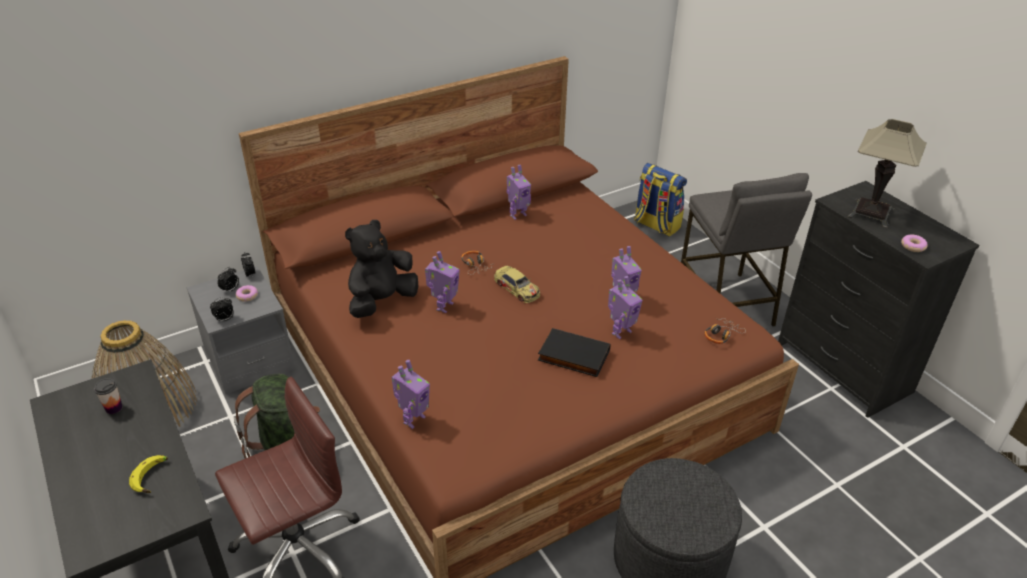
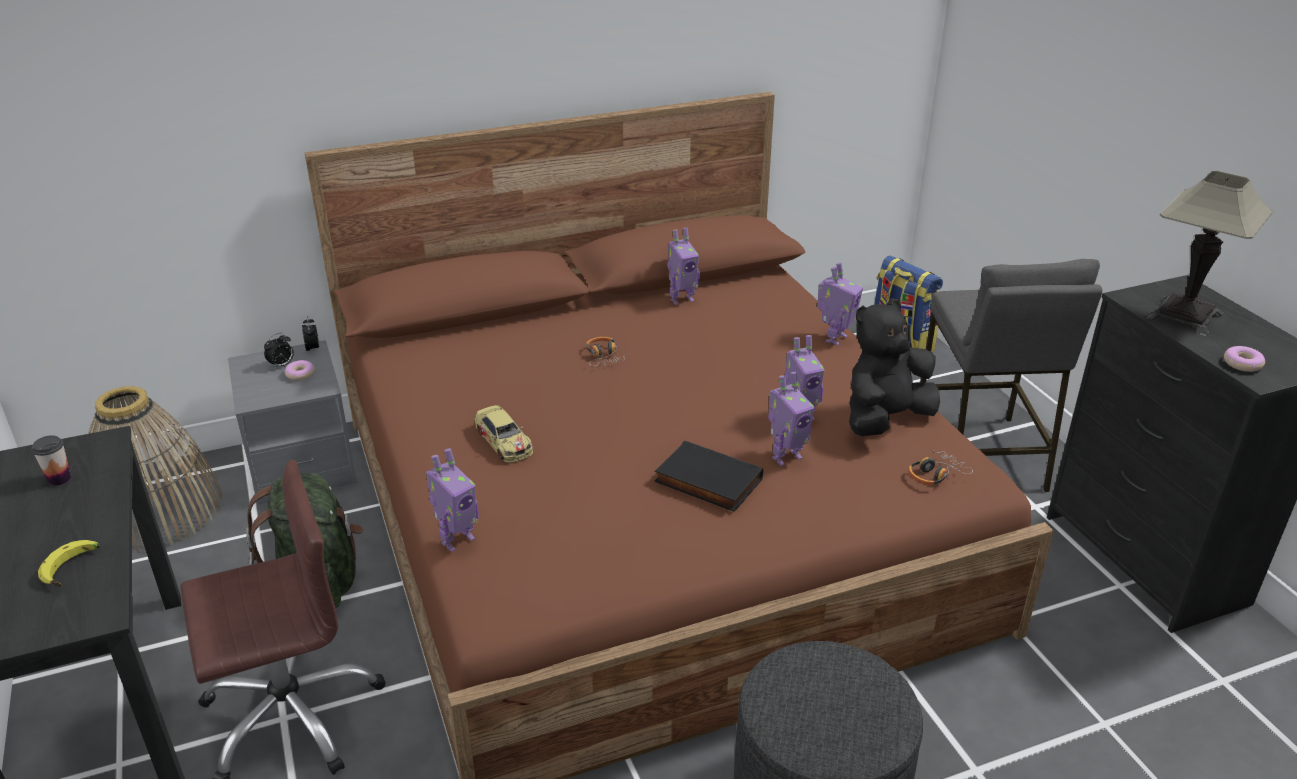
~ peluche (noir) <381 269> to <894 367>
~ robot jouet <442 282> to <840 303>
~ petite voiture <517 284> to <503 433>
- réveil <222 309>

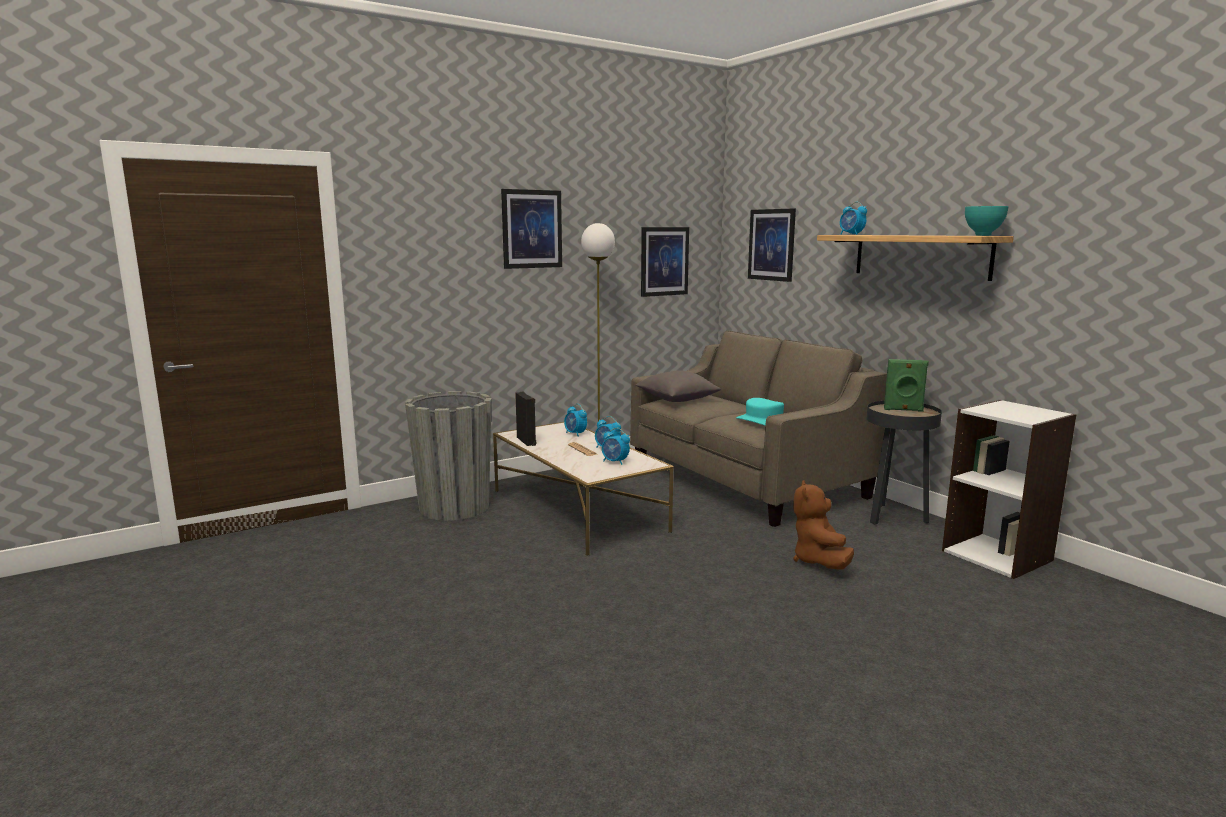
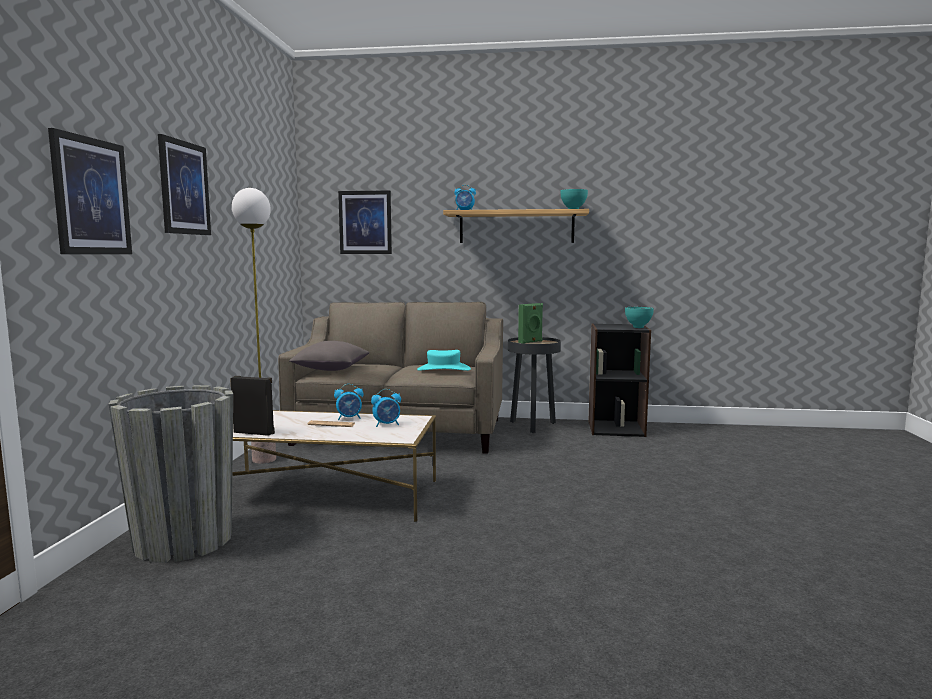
~ tableau <665 262> to <90 191>
~ bibliothèque (blanc) <1009 489> to bibliothèque (noir) <619 380>
- réveil <575 420>
- peluche (marron) <823 525>
+ bol (turquoise) <639 317>

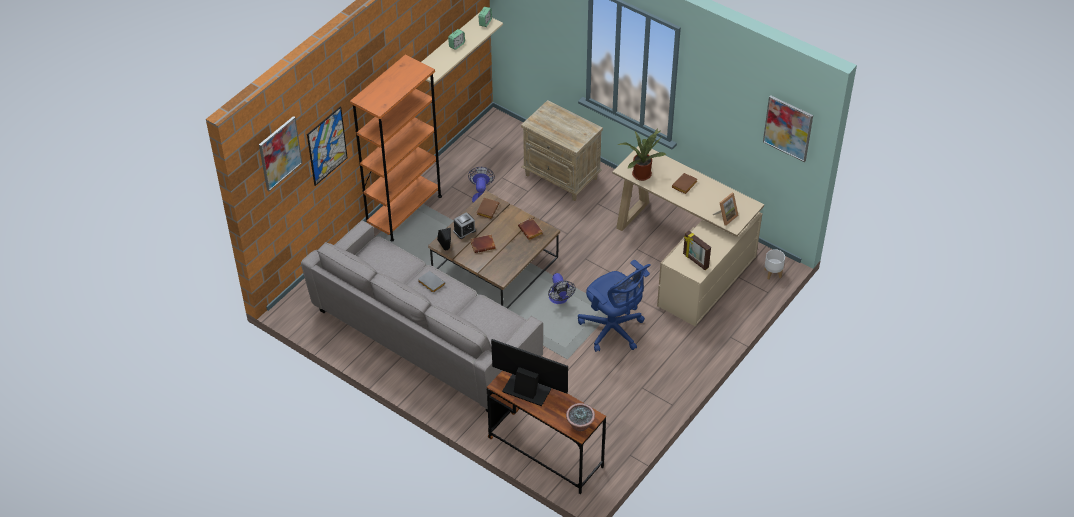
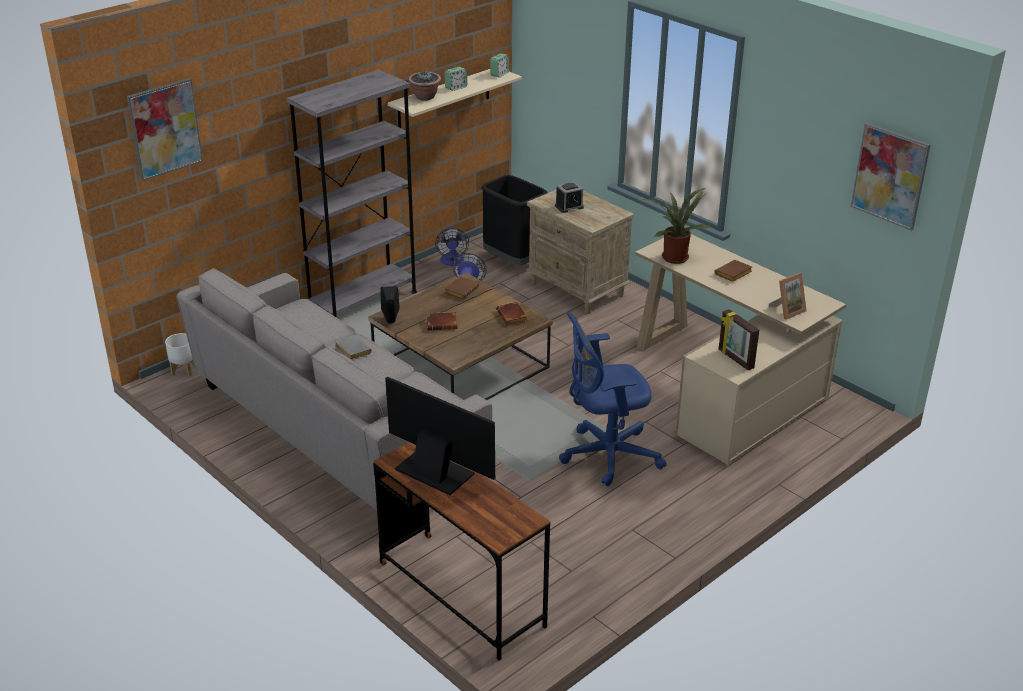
~ bibliothèque (orange) <396 148> to bibliothèque (gris) <351 193>
- tableau <327 146>
~ réveil <464 225> to <569 197>
~ cache-pot (blanc) <774 264> to <180 354>
~ chaise de bureau (bleu) <614 306> = <612 399> 105 degrees clockwise
~ ventilateur <562 288> to <452 246>
~ plante en pot <580 417> to <424 86>
+ poubelle (noir) <514 220>

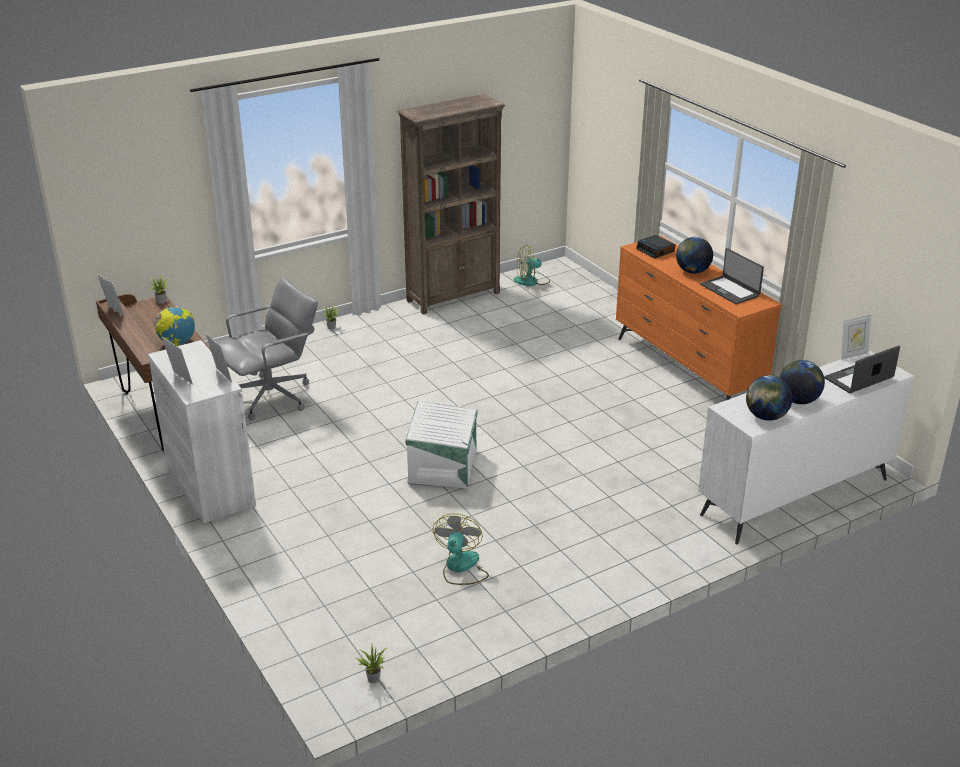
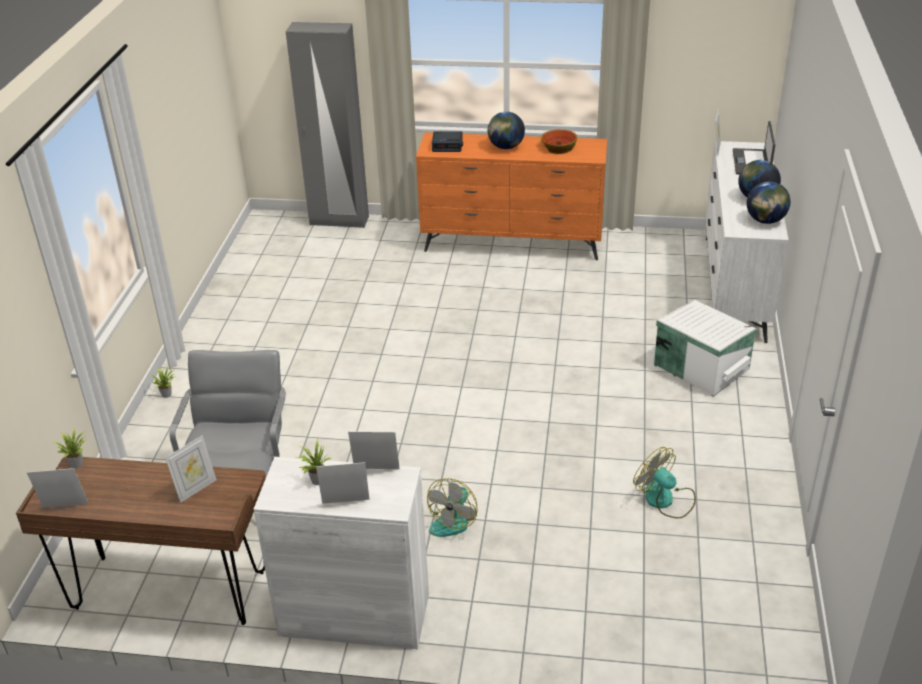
- bibliothèque (marron) <451 204>
~ ventilateur <532 265> to <452 507>
~ ordinateur portable <732 276> to bol <559 141>
~ globe <174 326> to cadre photo <191 469>
~ boîte de rangement (blanc) <441 445> to <705 348>
~ plante en pot <371 663> to <313 462>
+ armoire (gris) <327 125>

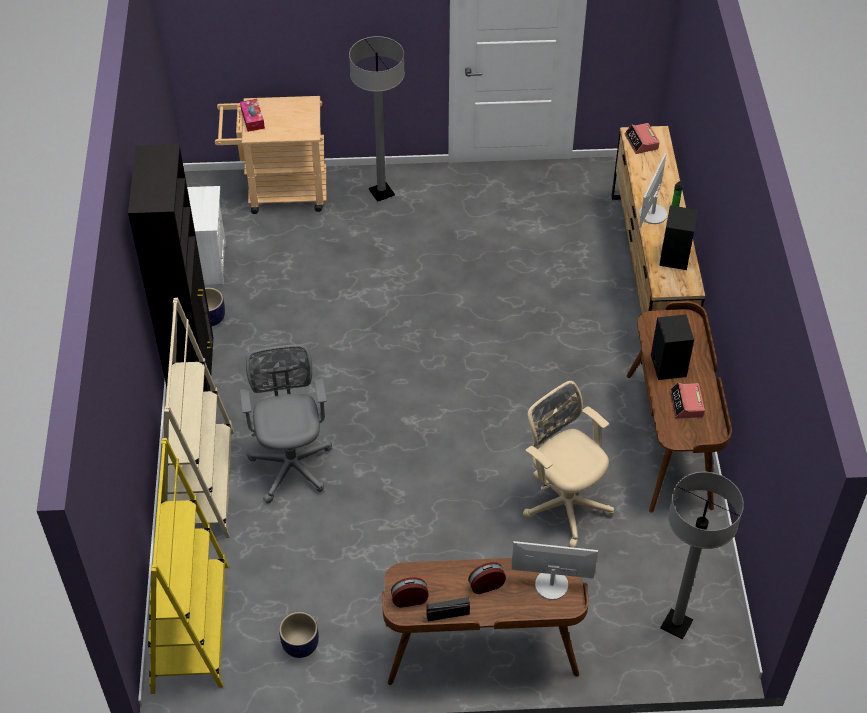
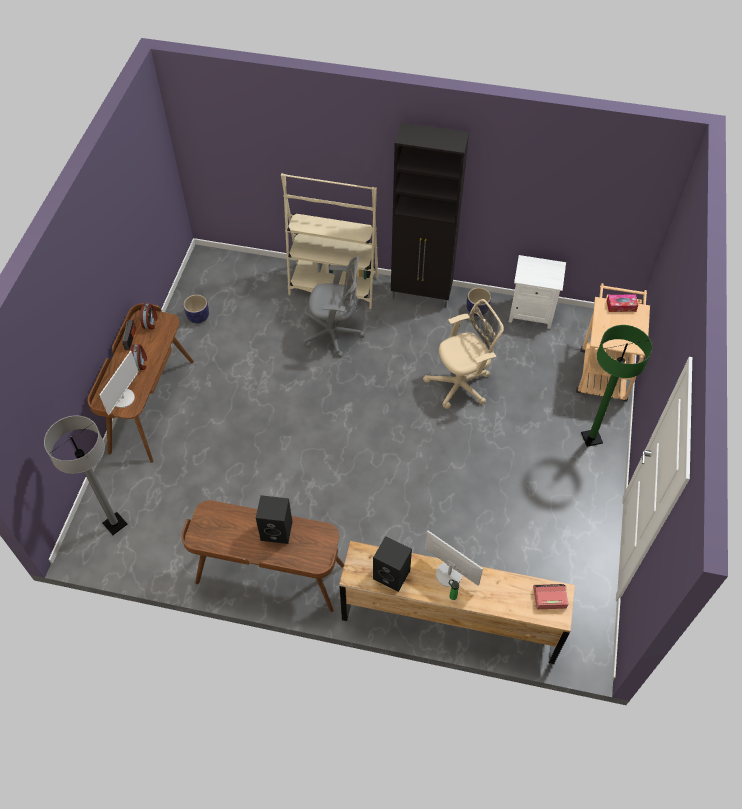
~ lampadaire (gris) <377 119> to lampadaire (vert) <616 386>
~ chaise de bureau (beige) <568 464> to <463 354>
- réveil <687 401>
- bibliothèque (jaune) <188 566>

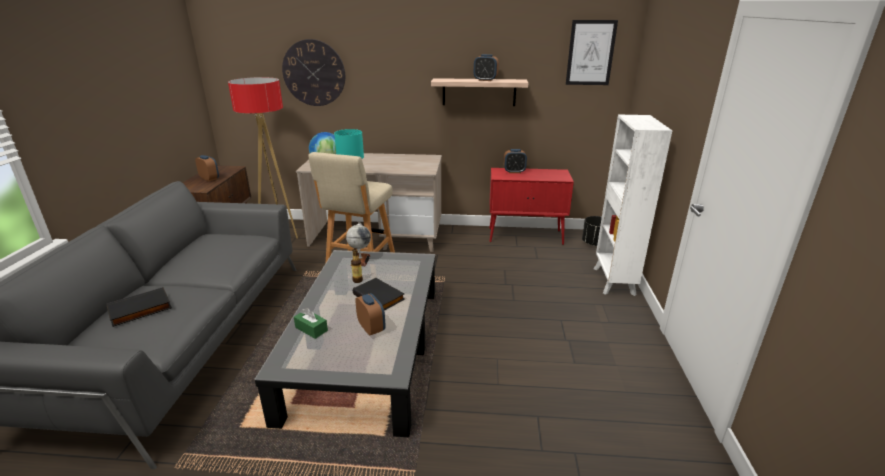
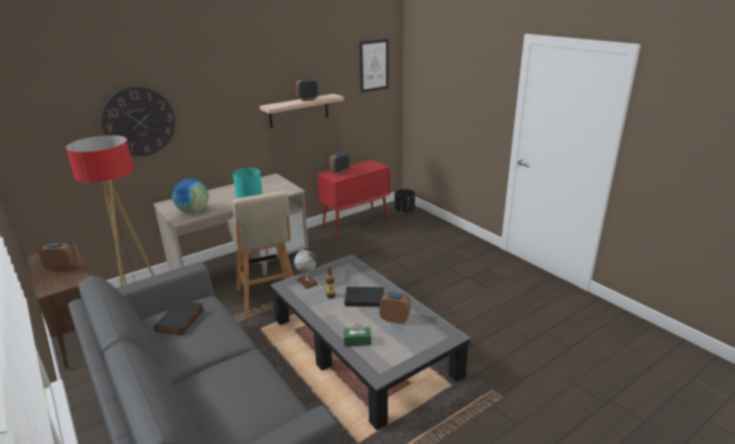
- bibliothèque (blanc) <632 205>
~ livre (noir) <139 307> to <179 317>

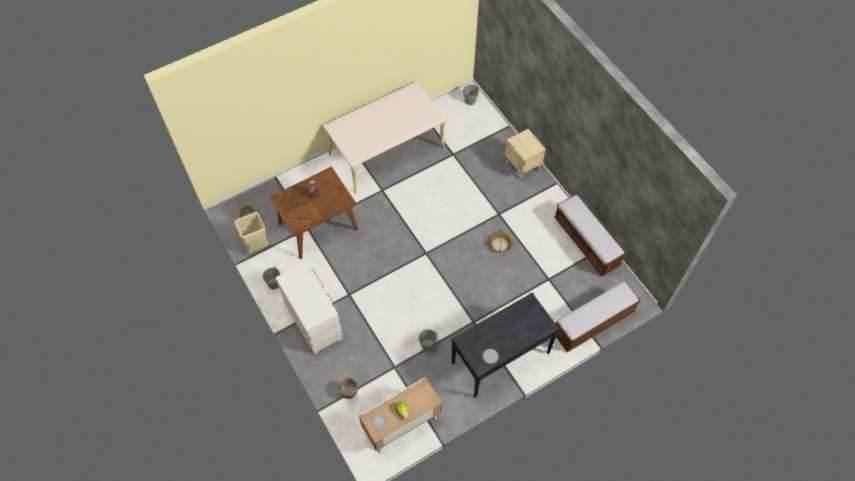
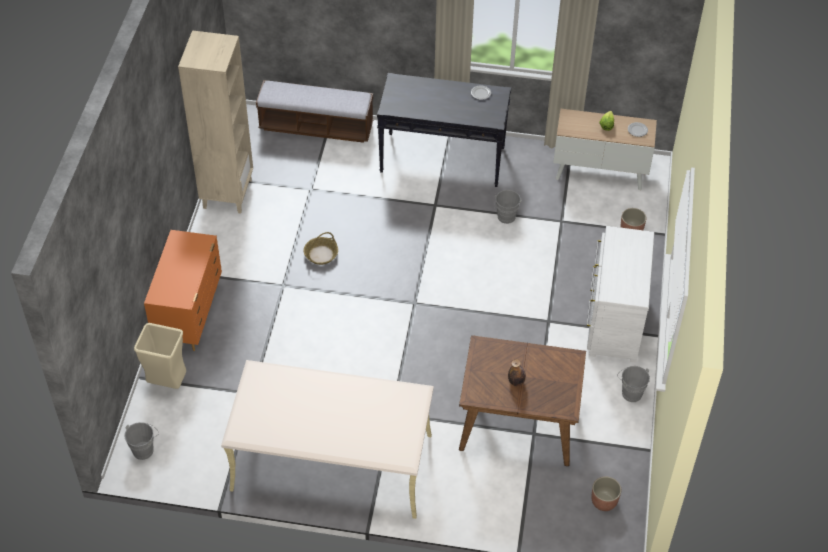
~ table de chevet (beige) <525 155> to commode (orange) <183 290>
~ banc <590 235> to bibliothèque (beige) <215 122>
~ poubelle (beige) <251 232> to <160 356>

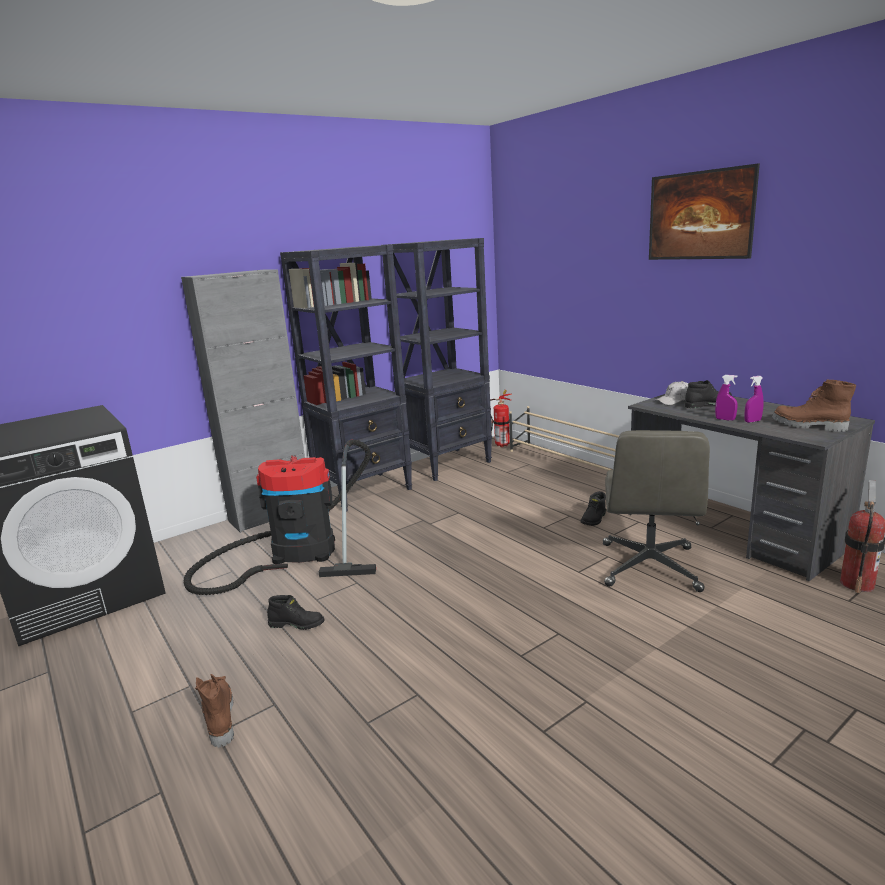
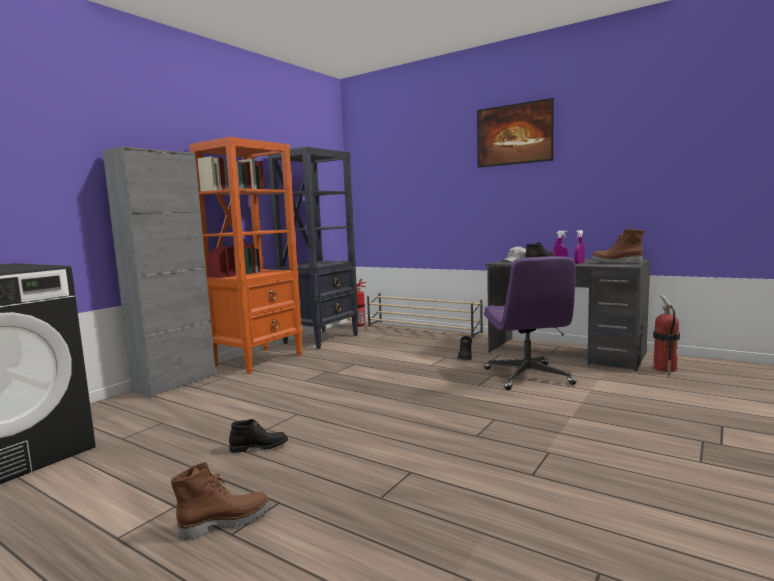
~ bibliothèque (noir) <346 378> to bibliothèque (orange) <245 255>
~ chaise de bureau (gris) <656 511> to chaise de bureau (violet) <530 323>
- aspirateur <280 517>
~ botte (marron) <214 711> = <220 501> 105 degrees clockwise

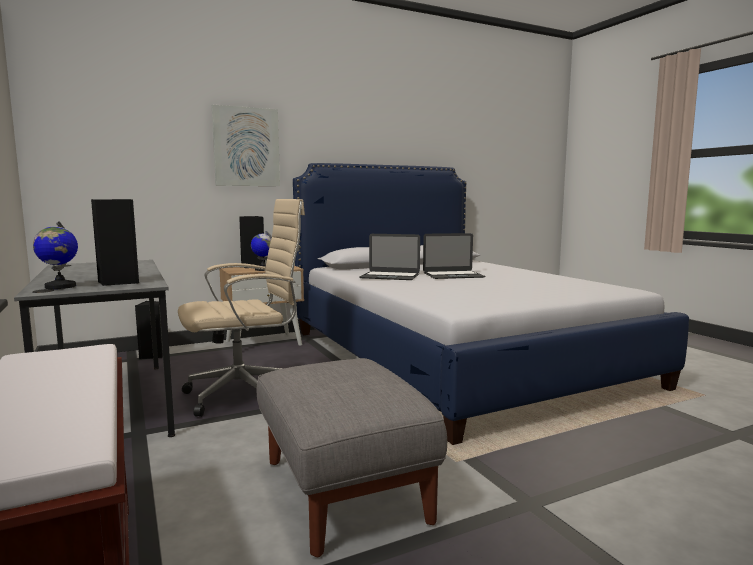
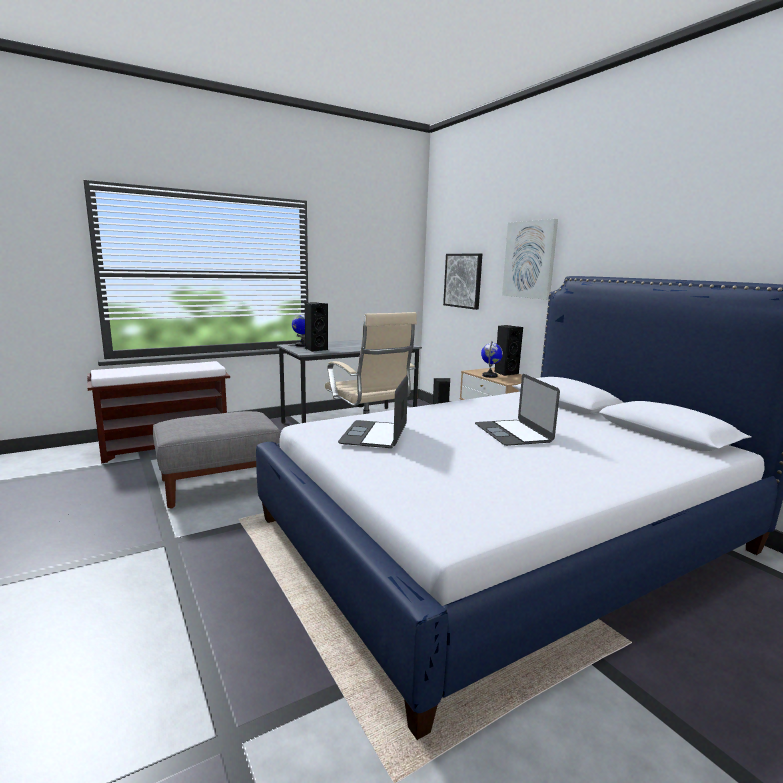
~ ordinateur portable <389 257> to <373 411>
+ tableau <462 281>

